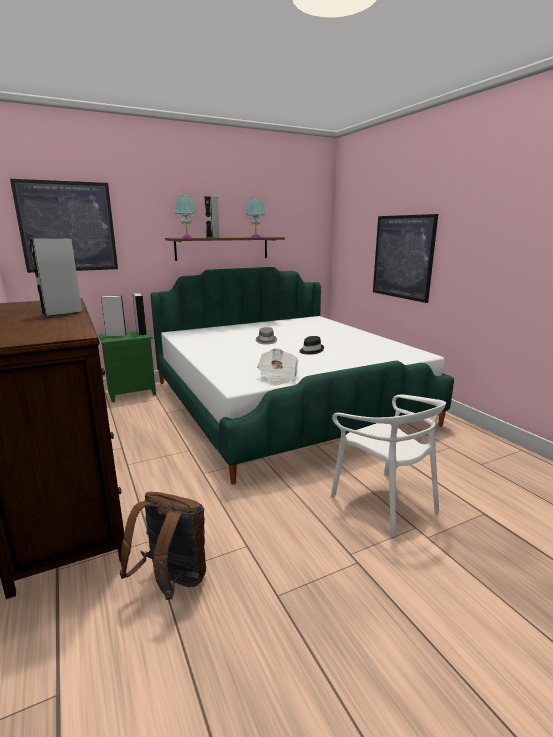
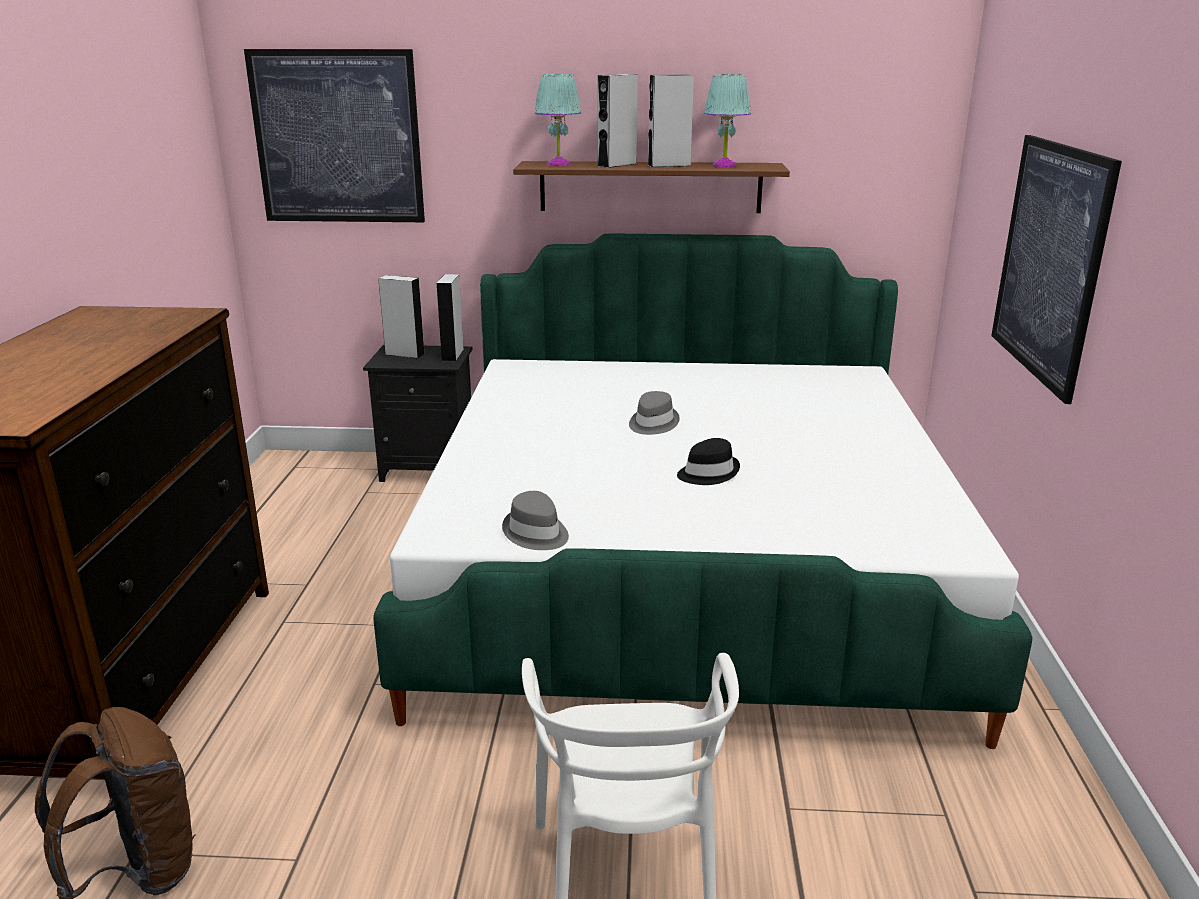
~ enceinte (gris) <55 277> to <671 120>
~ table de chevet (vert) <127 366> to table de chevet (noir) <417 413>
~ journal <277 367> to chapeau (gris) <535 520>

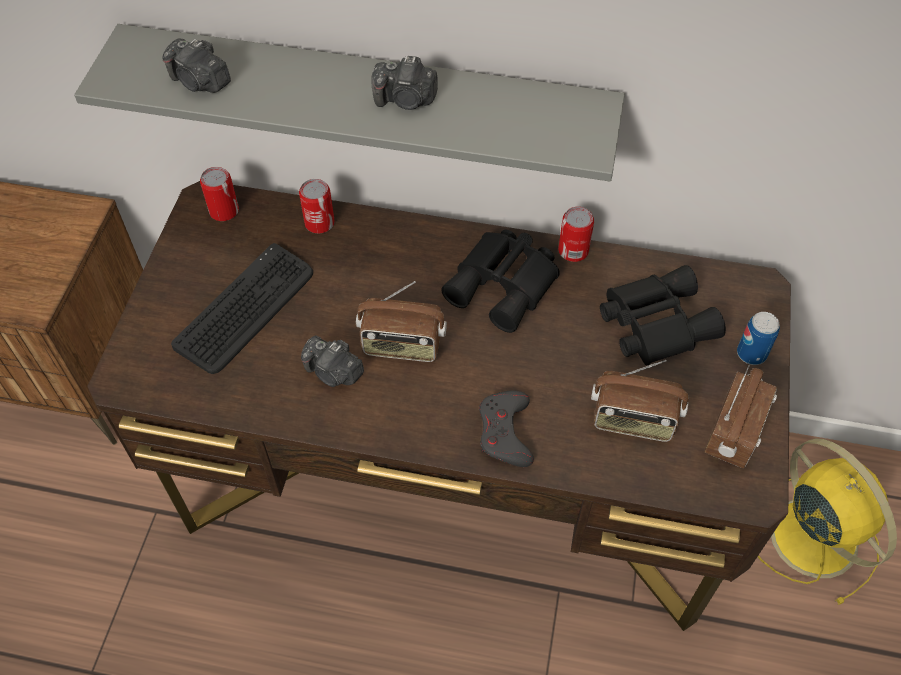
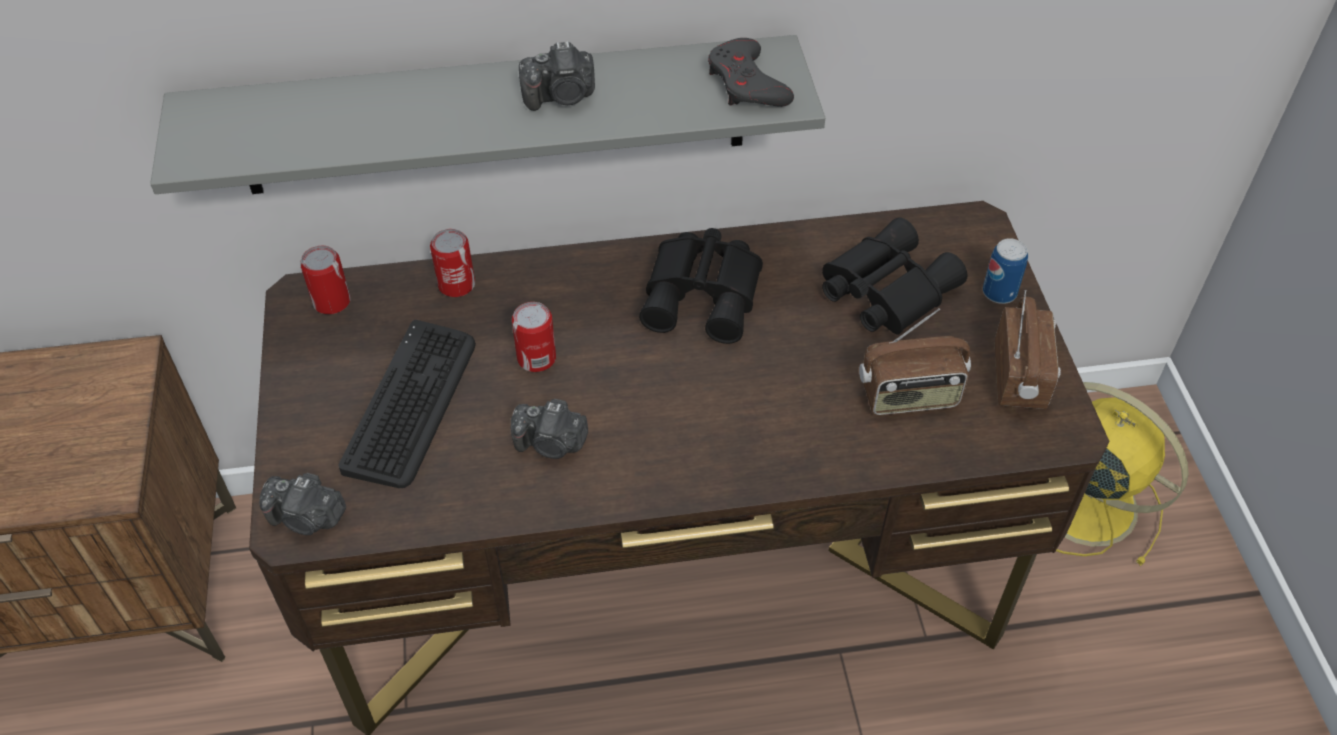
~ appareil photo <196 65> to <302 504>
~ boîte métallique <576 234> to <534 337>
- radio <401 321>
~ manette (gris) <506 428> to <751 72>

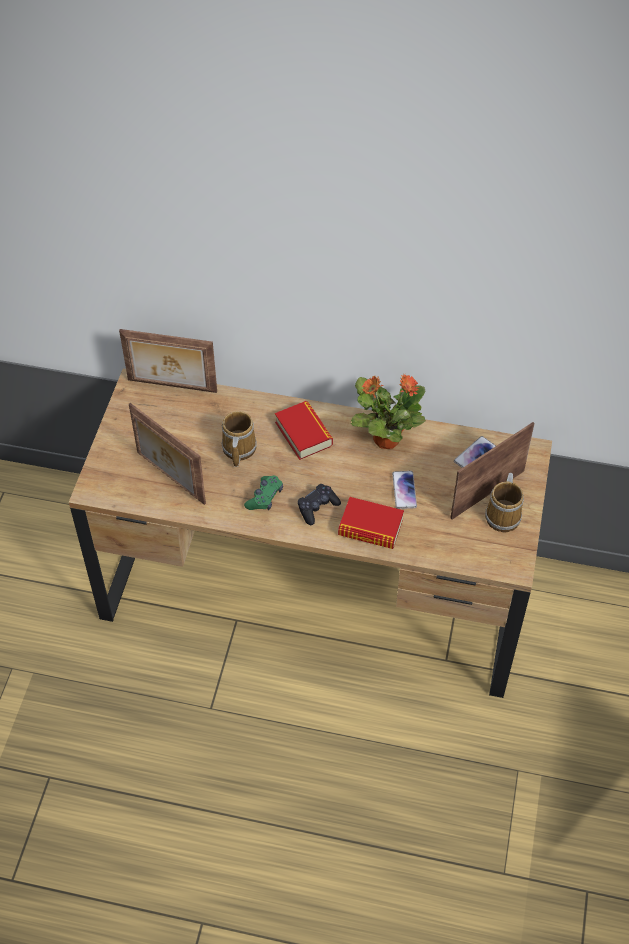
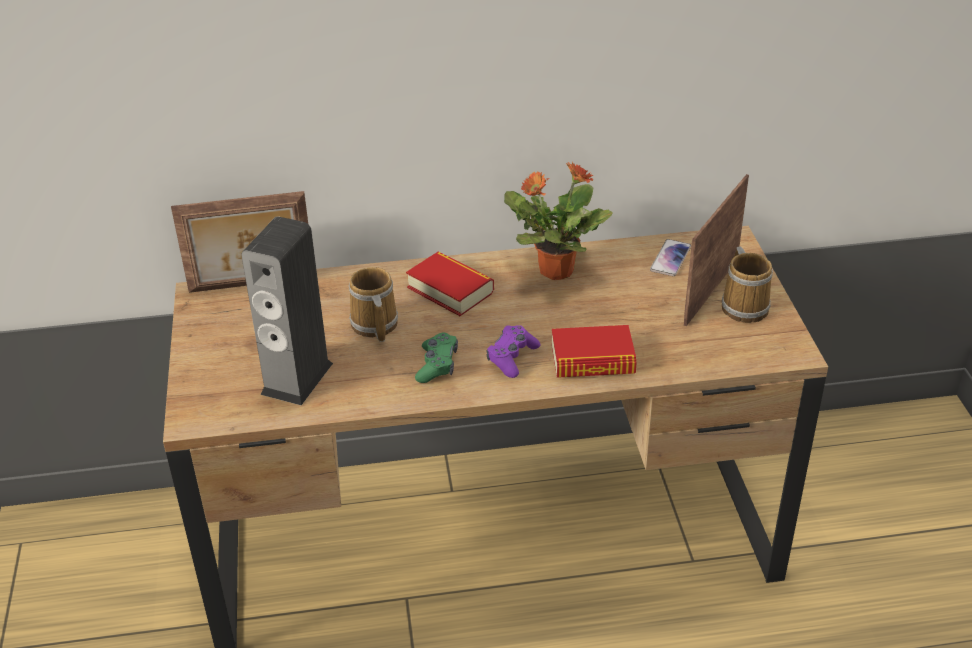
~ cadre photo <167 454> to enceinte <287 310>
- téléphone <404 490>
~ manette (noir) <319 504> to manette (violet) <513 351>

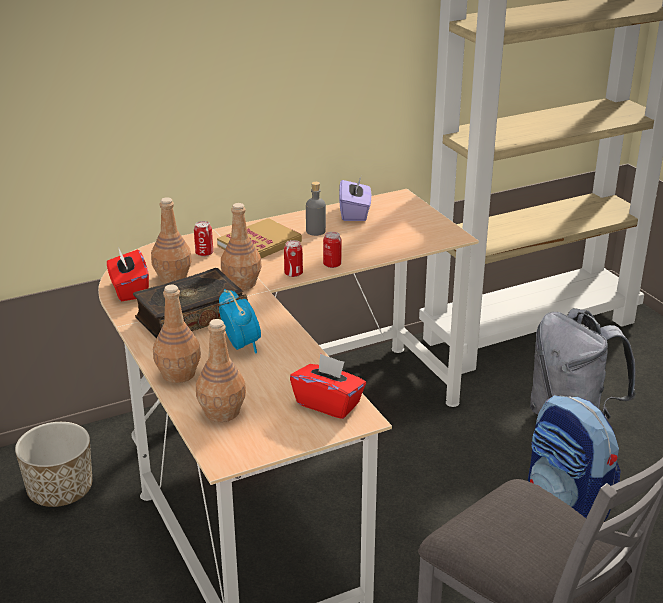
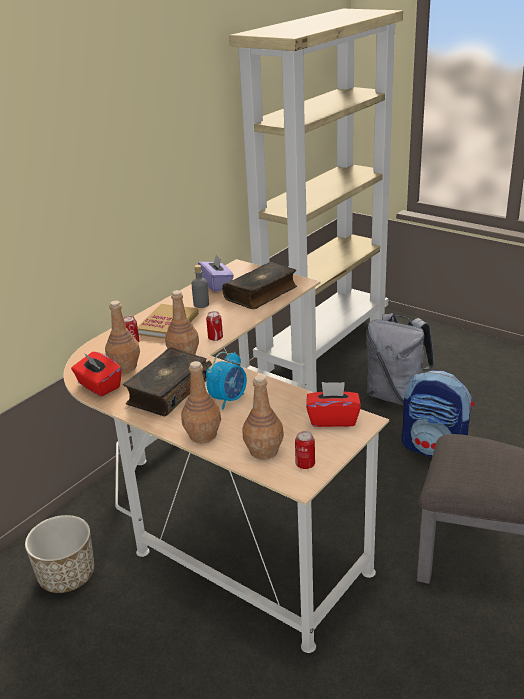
~ boîte métallique <332 250> to <305 450>
~ réveil <240 321> = <226 380> 90 degrees clockwise
+ livre <259 285>

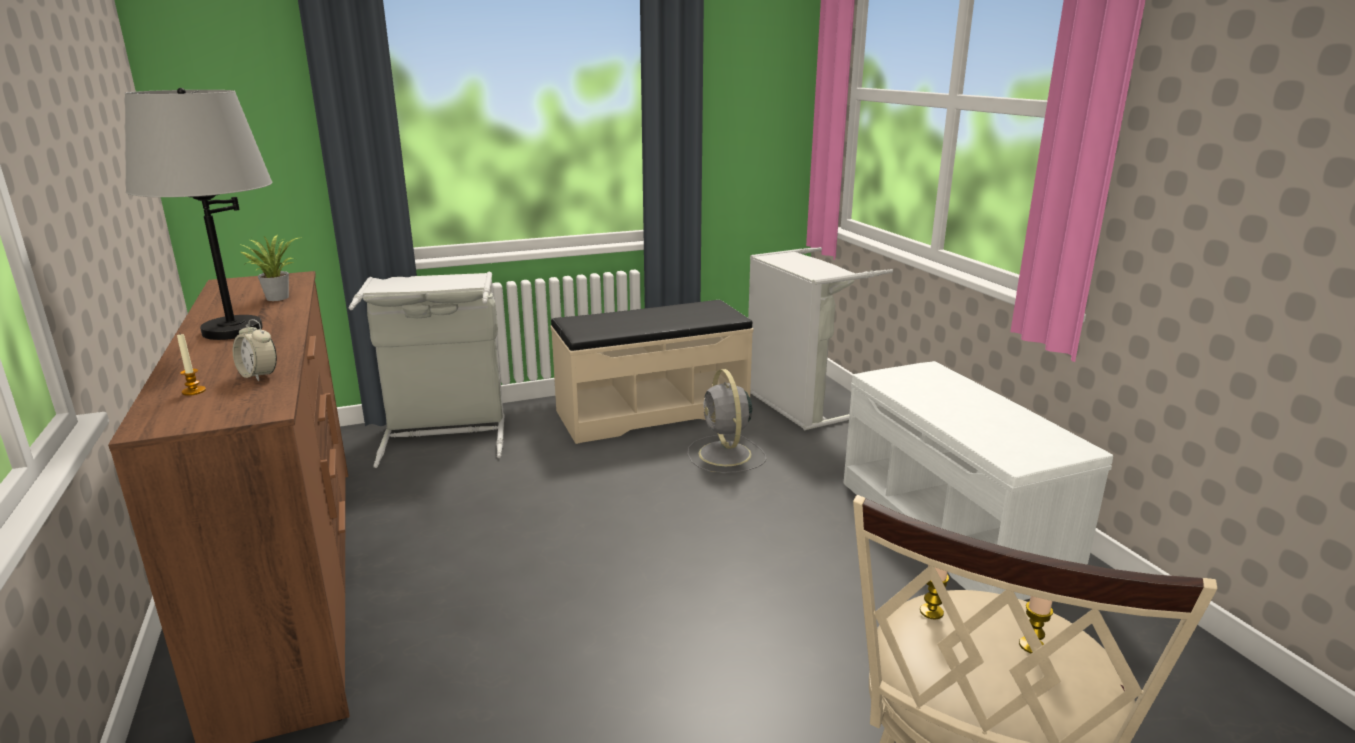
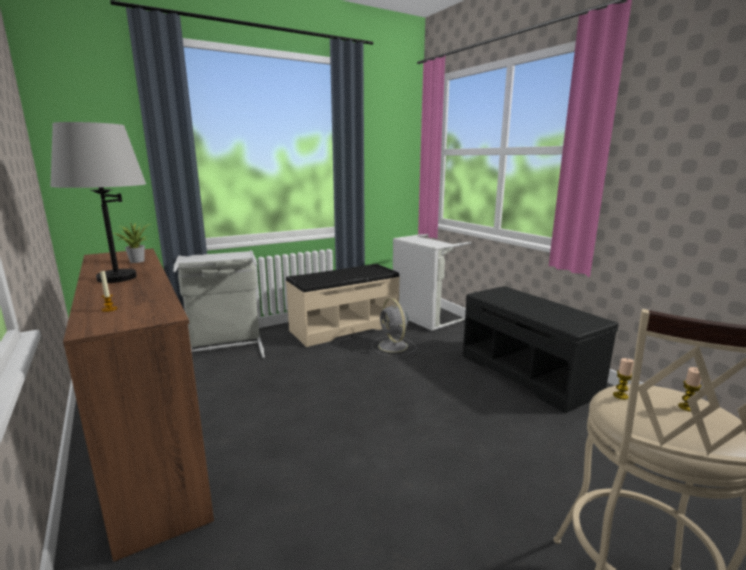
- réveil <255 350>
~ banc (blanc) <978 480> to banc (noir) <541 349>

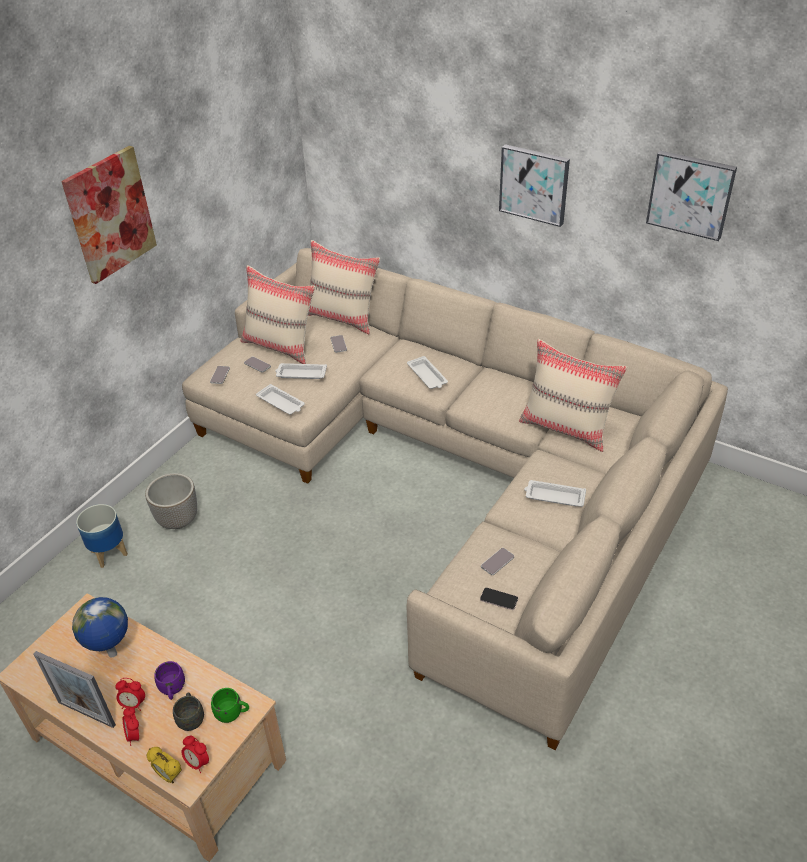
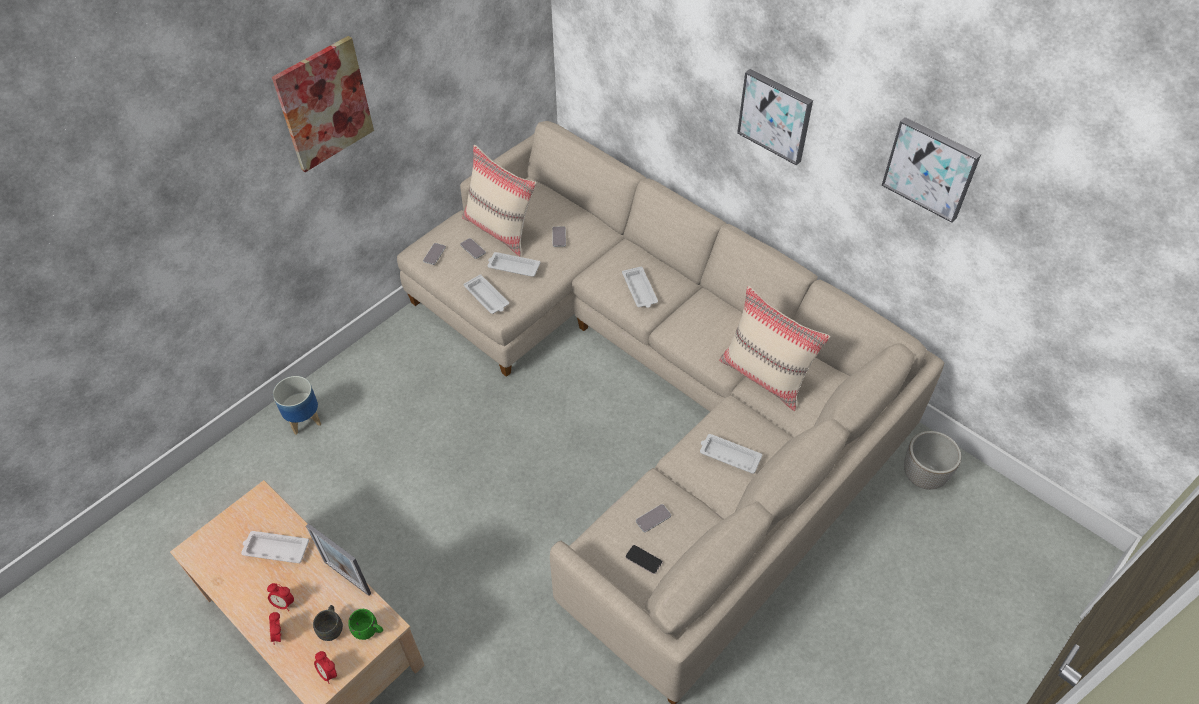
- coussin (beige) <344 287>
~ cache-pot <171 501> to <932 460>
~ globe <100 627> to plateau (blanc) <275 547>
~ cadre photo <74 689> to <338 559>
- mug (violet) <169 680>
- réveil <164 765>

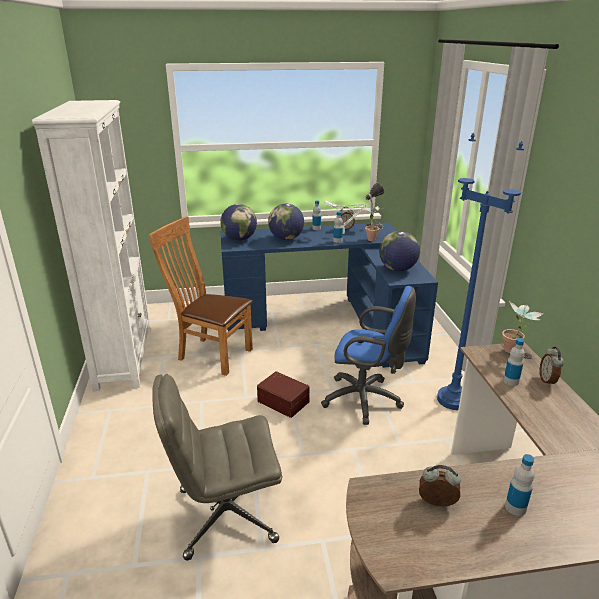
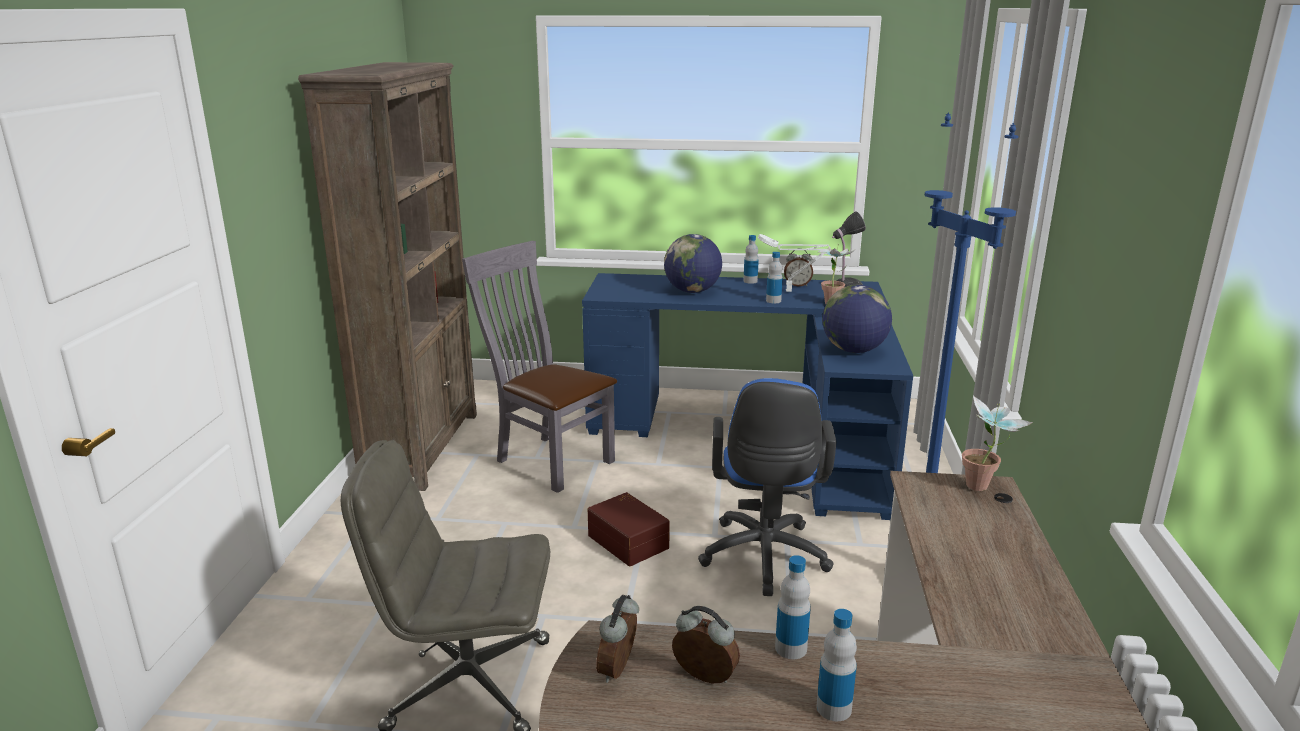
~ bibliothèque (blanc) <91 246> to bibliothèque (marron) <387 276>
- globe <238 222>
~ chaise (marron) <200 296> to chaise (gris) <539 367>
~ chaise de bureau (bleu) <368 355> = <767 487> 60 degrees clockwise
~ bouteille <514 362> to <793 607>
~ réveil <552 367> to <617 639>

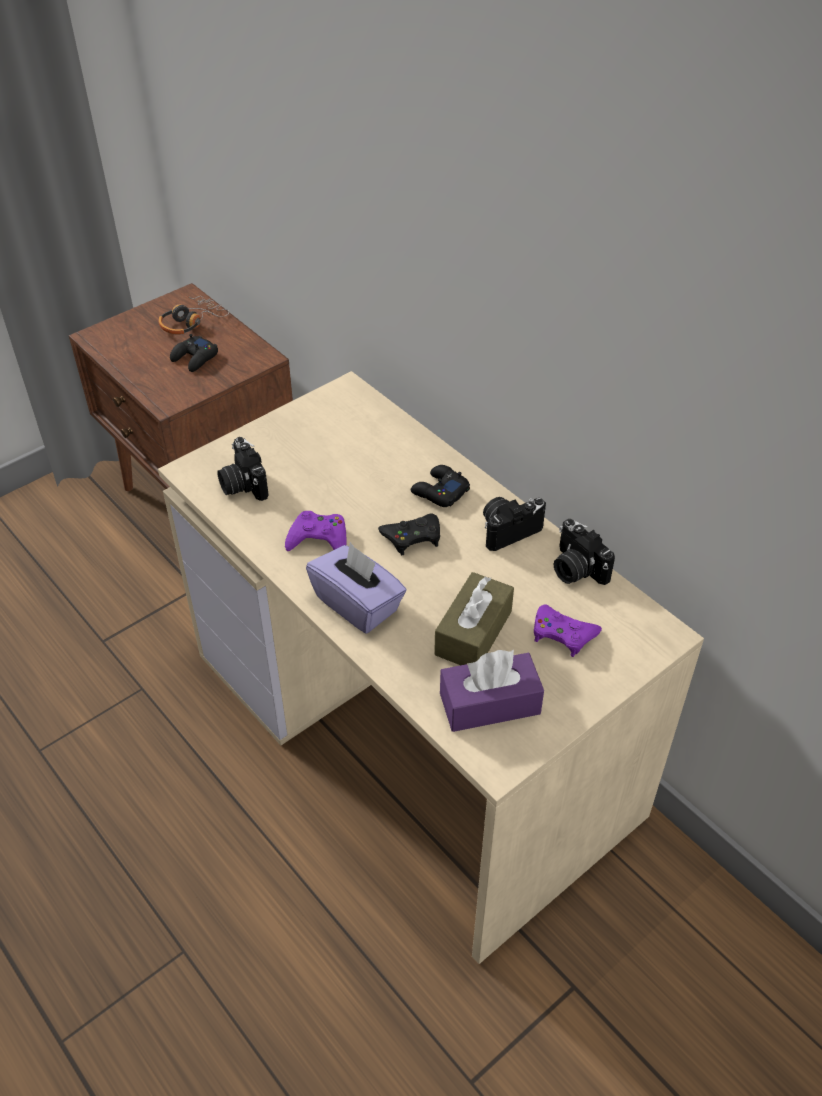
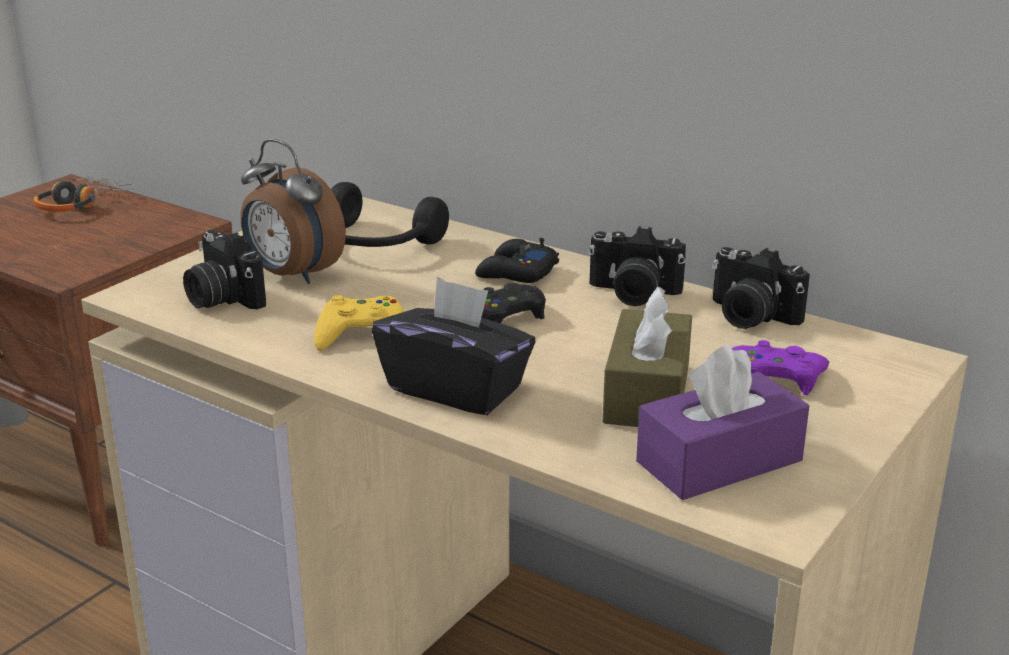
- manette (noir) <194 353>
~ appareil photo <514 524> = <637 266> 120 degrees counterclockwise
~ manette (violet) <315 531> to manette (jaune) <359 323>
~ boîte à mouchoirs (violet) <356 588> to boîte à mouchoirs (noir) <453 346>
+ réveil <293 211>
+ casque audio (noir) <390 214>

